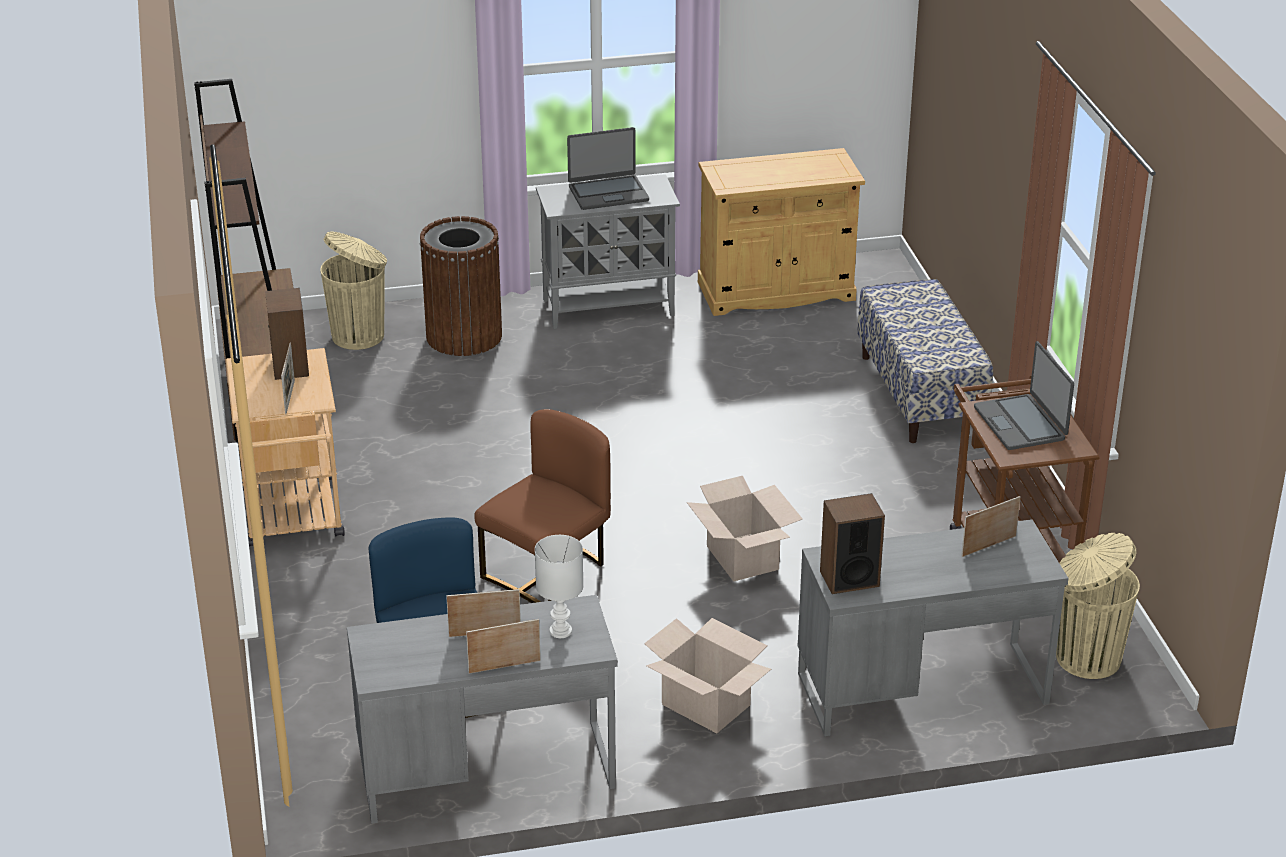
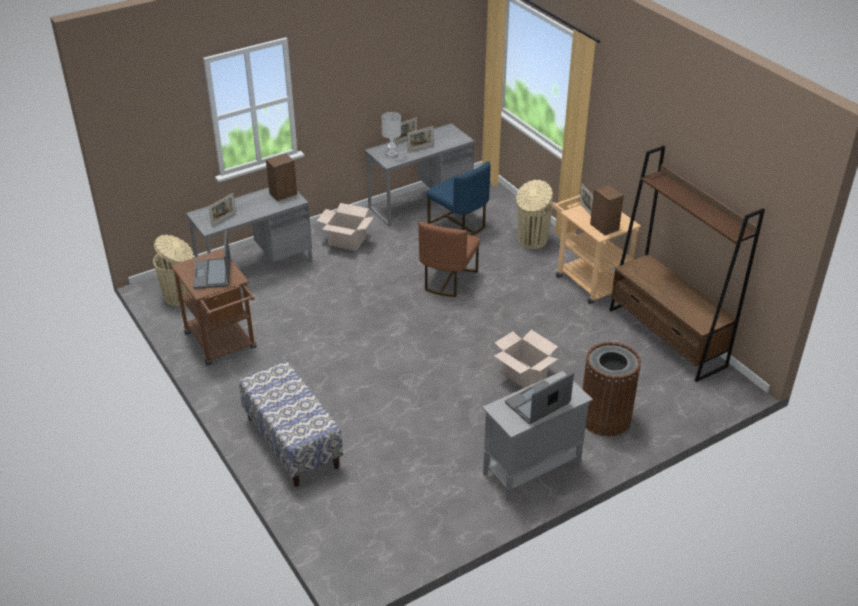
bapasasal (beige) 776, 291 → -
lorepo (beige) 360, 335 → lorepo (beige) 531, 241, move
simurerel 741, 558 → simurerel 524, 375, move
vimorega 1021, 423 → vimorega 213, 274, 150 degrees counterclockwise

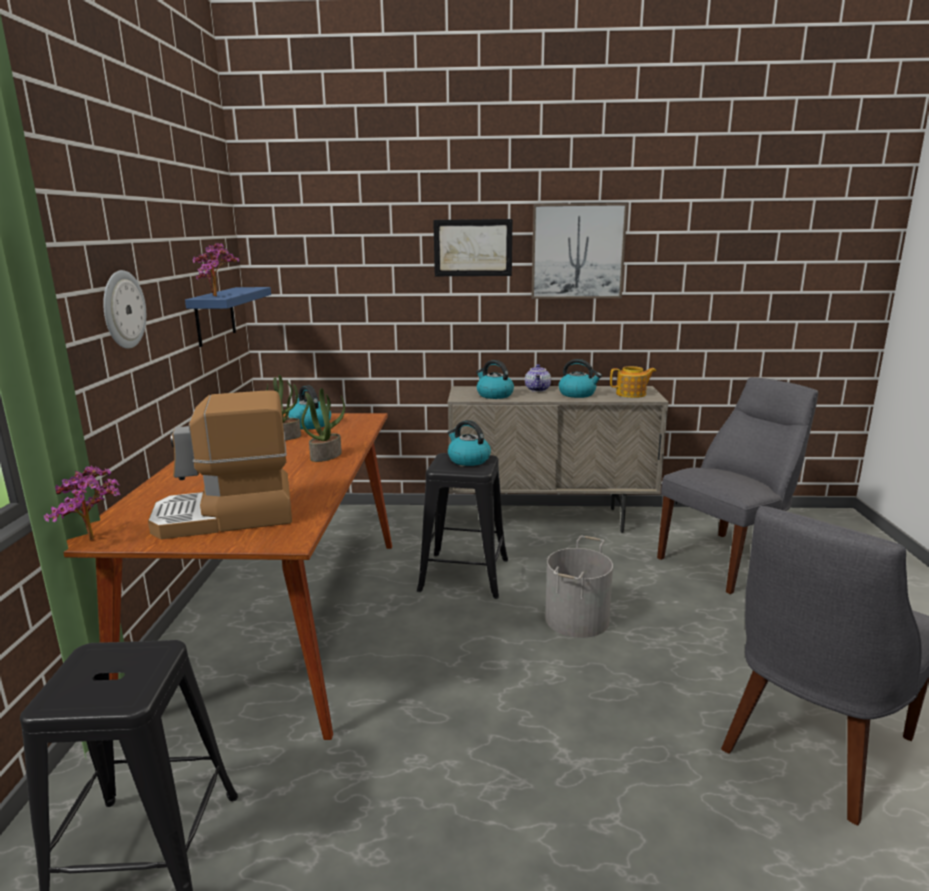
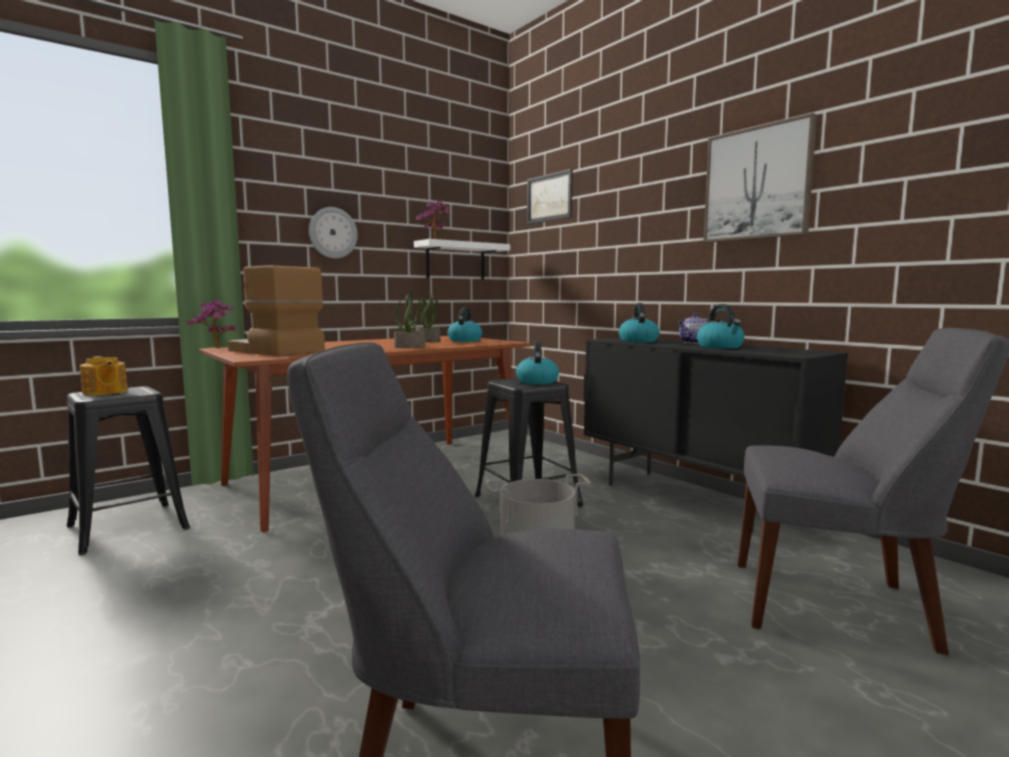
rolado 473, 248 → rolado 549, 197, move
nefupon 631, 394 → nefupon 105, 392, move
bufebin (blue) 215, 316 → bufebin (white) 455, 261
bapasasal (beige) 550, 520 → bapasasal (black) 693, 499

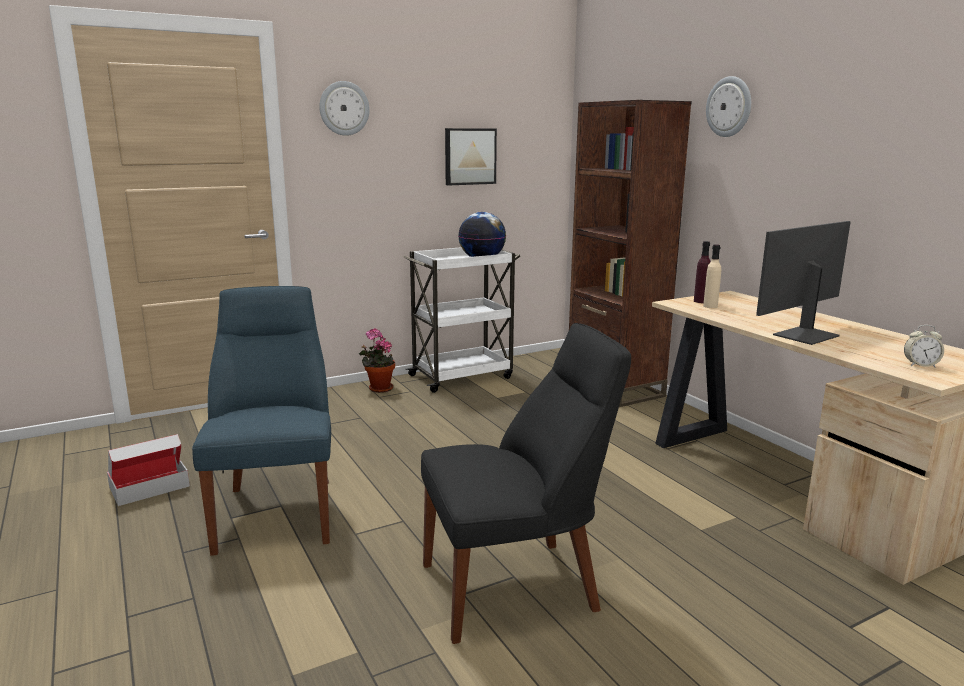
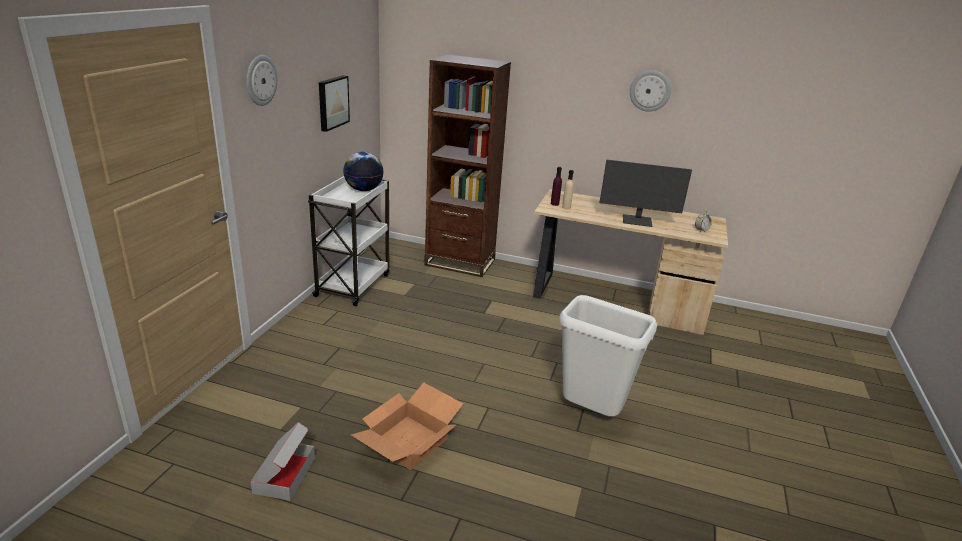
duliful 378, 389 → -
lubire 729, 107 → lubire 650, 91, move
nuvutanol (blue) 278, 511 → simurerel 408, 440
nuvutanol (black) 517, 586 → lorepo (white) 591, 413
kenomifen 804, 335 → kenomifen 637, 221, 90 degrees counterclockwise

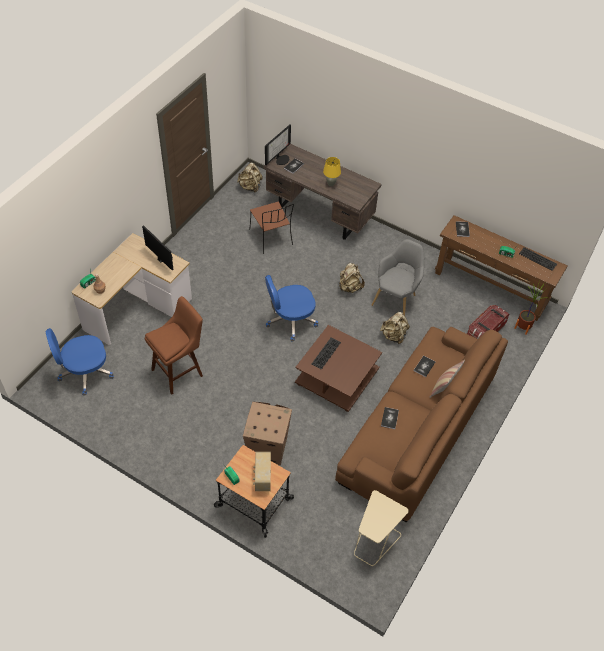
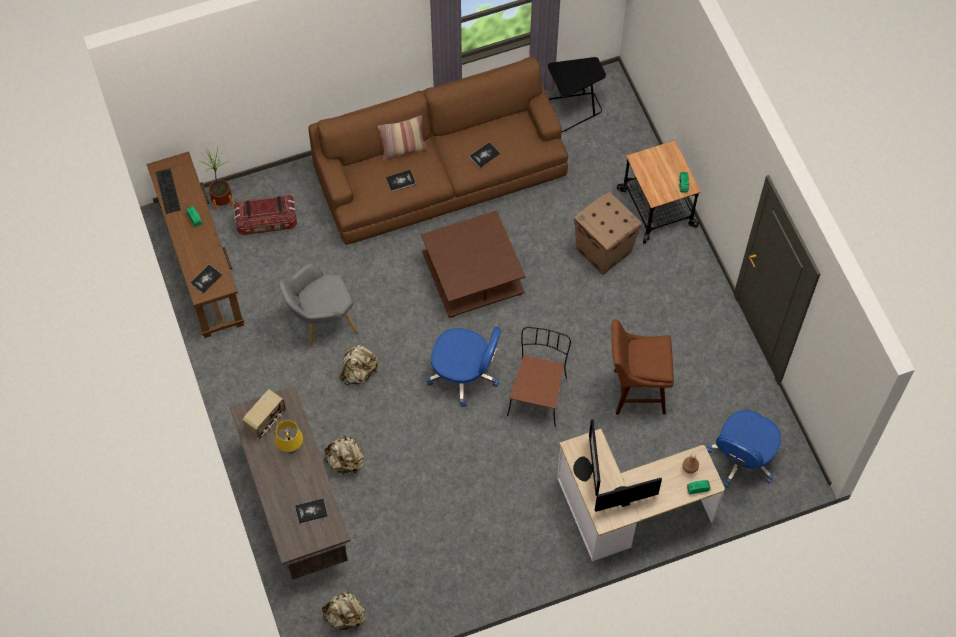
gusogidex 325, 352 → -
nuvutanol (brown) 271, 238 → nuvutanol (brown) 537, 395, move
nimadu 262, 477 → nimadu 266, 420, move
kenomifen 281, 159 → kenomifen 623, 498, move
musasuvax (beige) 393, 335 → musasuvax (beige) 346, 462, move
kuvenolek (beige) 375, 541 → kuvenolek (black) 573, 110
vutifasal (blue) 85, 372 → vutifasal (blue) 742, 458, 105 degrees clockwise

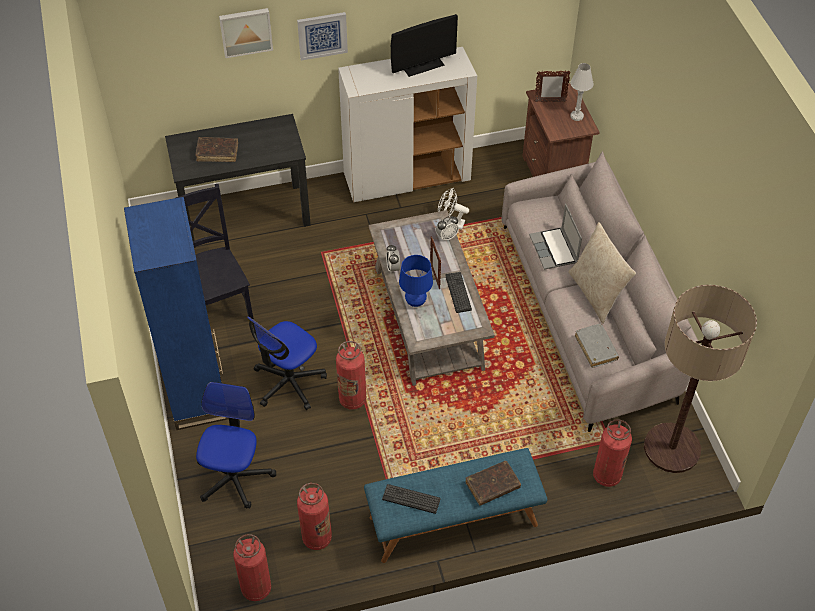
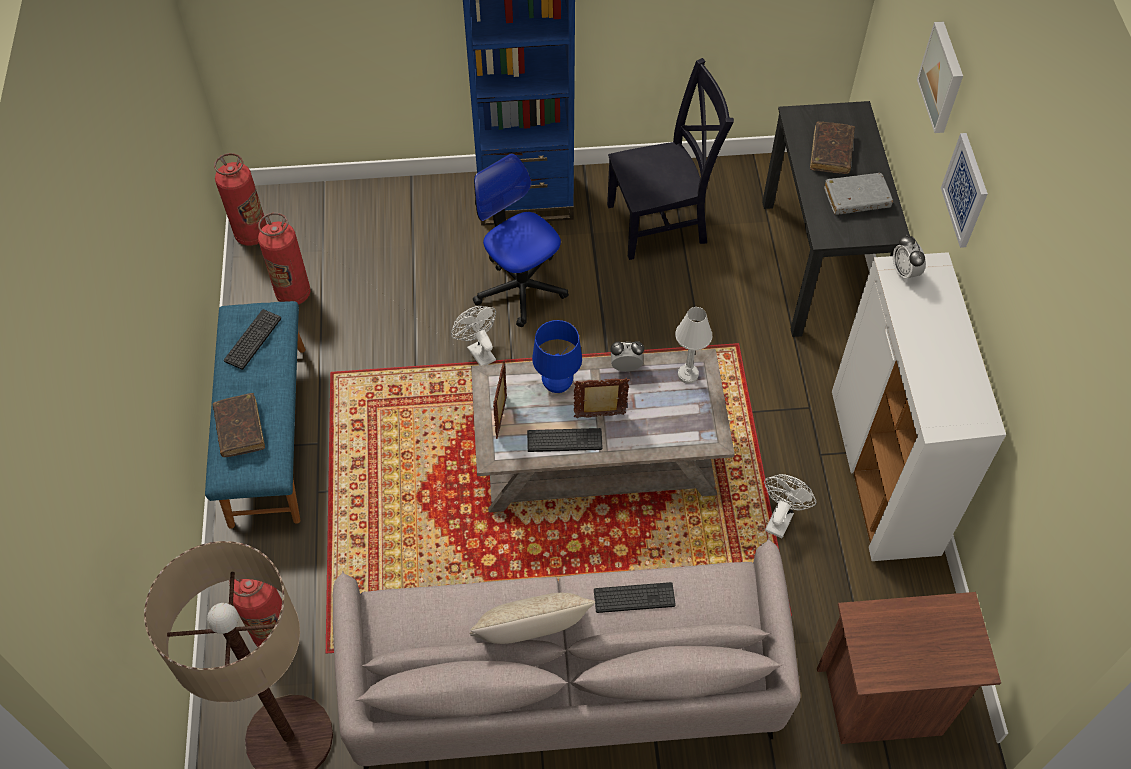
vutifasal 234, 477 → -
kenomifen 422, 65 → -
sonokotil 447, 237 → sonokotil 904, 272, move
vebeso 549, 101 → vebeso 502, 417, move
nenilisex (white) 577, 116 → nenilisex (white) 688, 374, move
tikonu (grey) 596, 348 → tikonu (grey) 856, 199, move
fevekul 352, 399 → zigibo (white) 478, 351
vimorega 554, 250 → gusogidex 634, 598

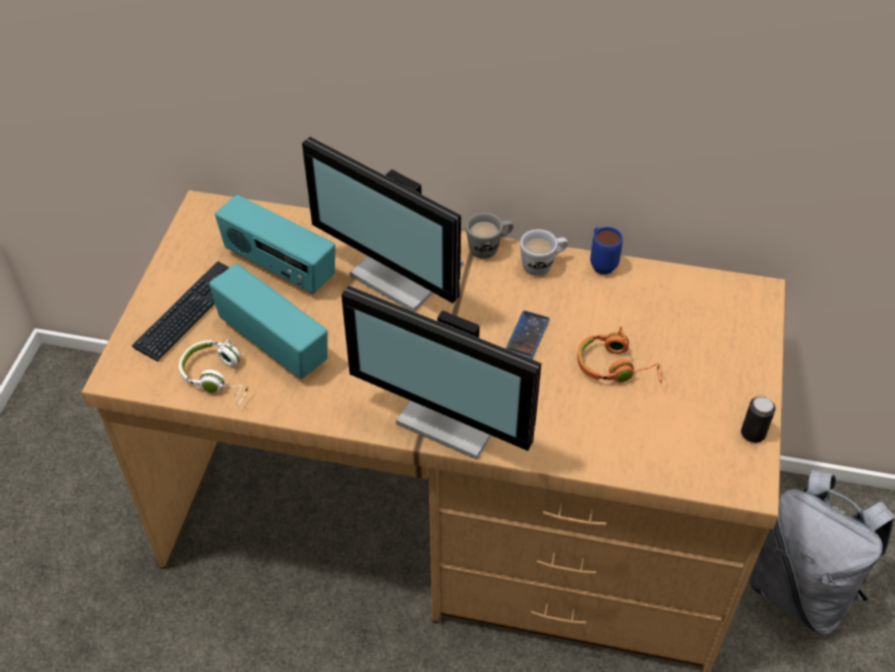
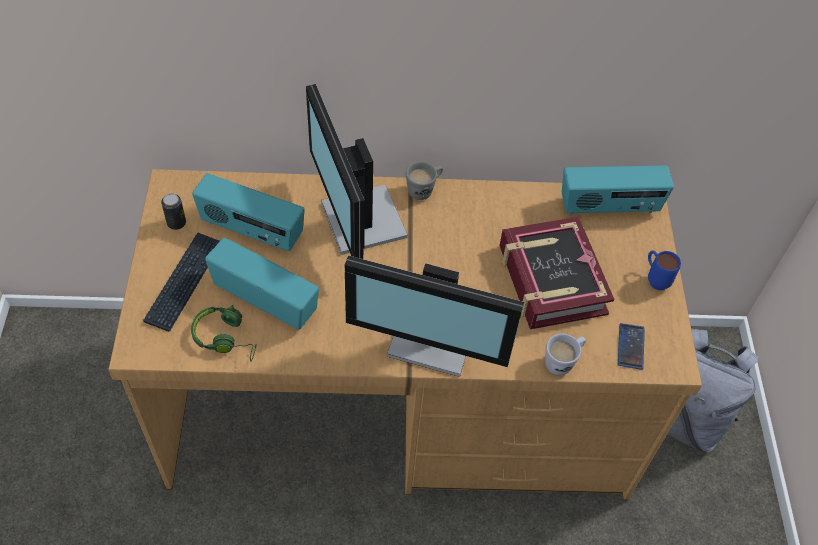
- → nimadu 609, 207
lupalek 527, 335 → lupalek 631, 346, move
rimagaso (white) 543, 265 → rimagaso (white) 563, 361, move
rimagaso (blue) 601, 263 → rimagaso (blue) 655, 279, move
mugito 753, 433 → mugito 176, 223, move
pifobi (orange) 616, 367 → tikonu 551, 280
pifobi (white) 218, 377 → pifobi (green) 226, 338
kenomifen 405, 274 → kenomifen 360, 222, 45 degrees clockwise

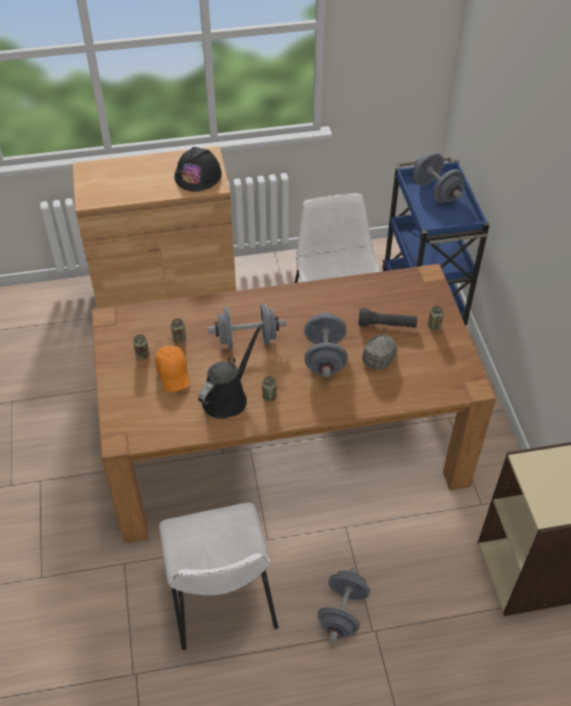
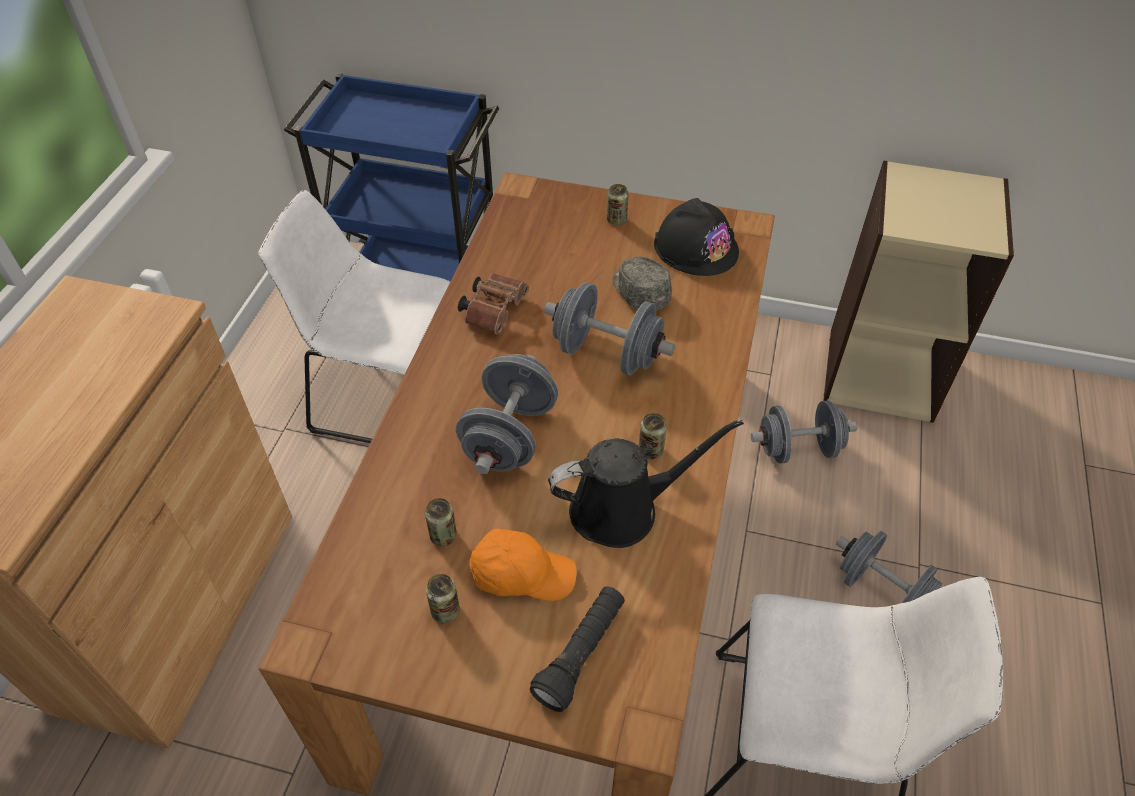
- → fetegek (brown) 495, 310
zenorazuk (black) 198, 175 → zenorazuk (black) 696, 247, move
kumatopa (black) 387, 325 → kumatopa (black) 581, 653, move
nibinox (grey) 436, 191 → nibinox (grey) 798, 449, move
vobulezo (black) 227, 397 → vobulezo (black) 622, 509, 105 degrees clockwise

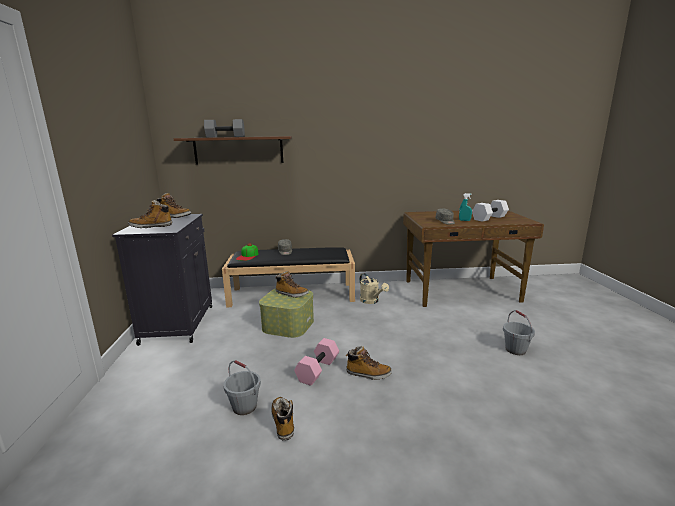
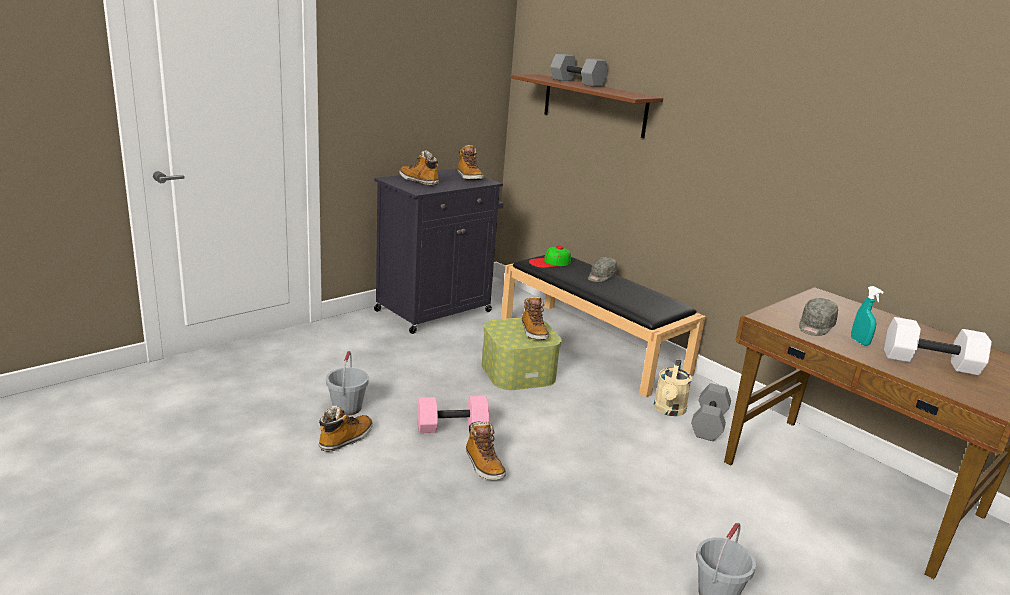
- → nibinox (grey) 710, 424

